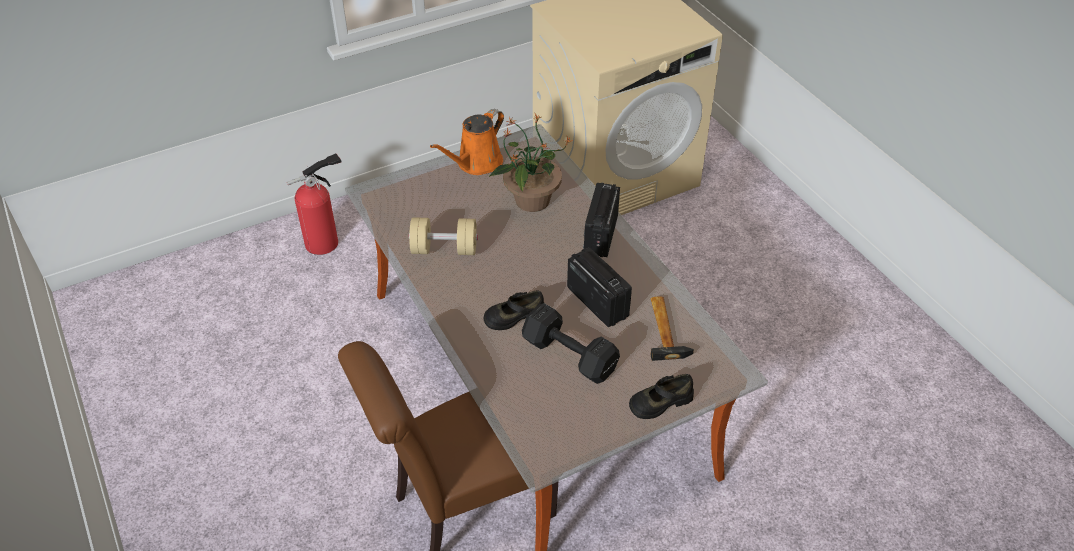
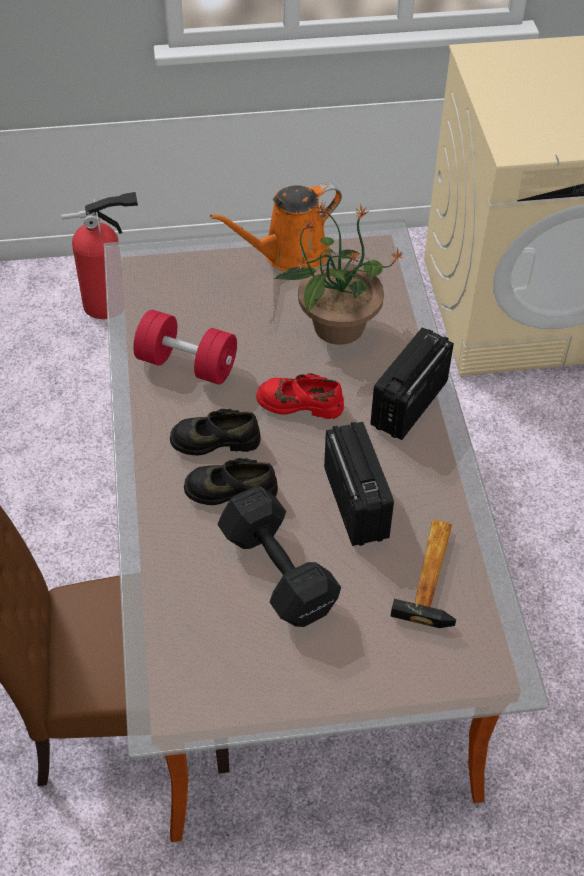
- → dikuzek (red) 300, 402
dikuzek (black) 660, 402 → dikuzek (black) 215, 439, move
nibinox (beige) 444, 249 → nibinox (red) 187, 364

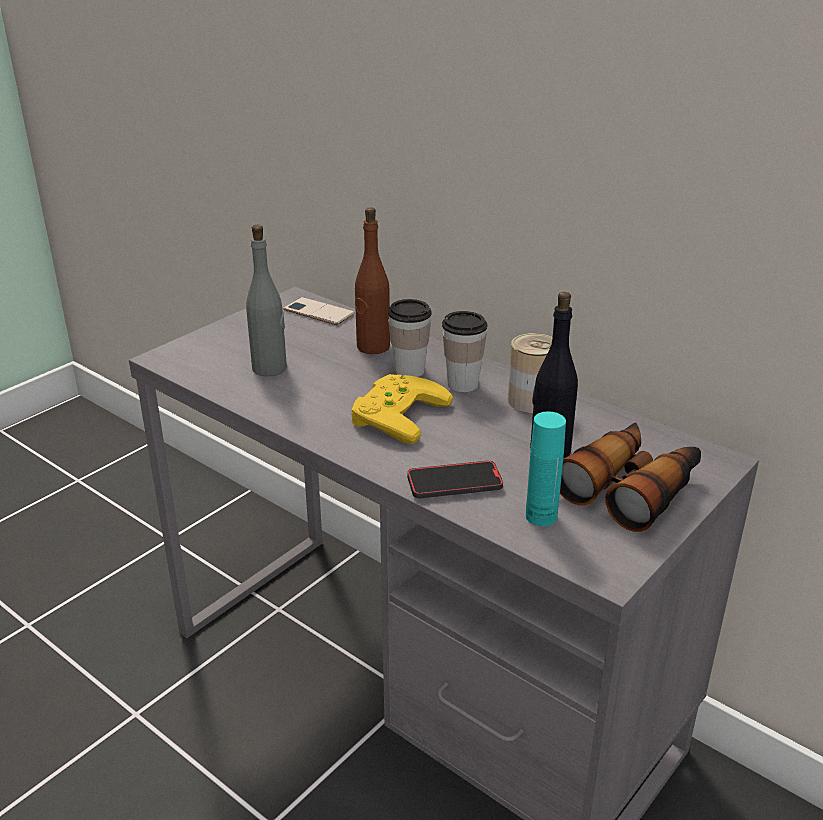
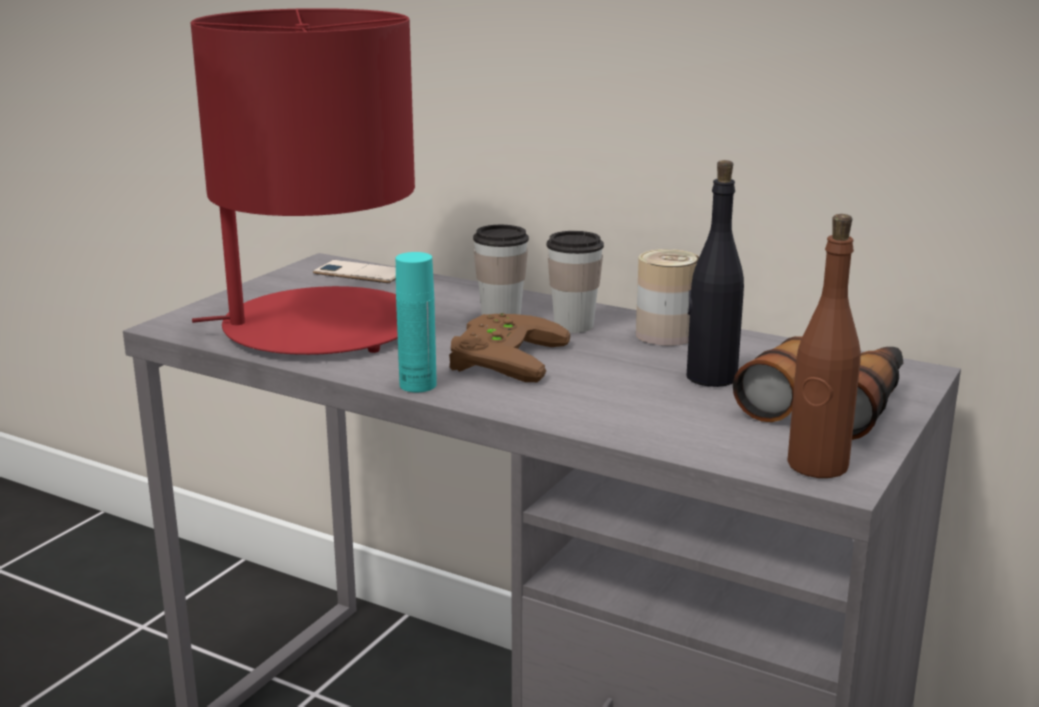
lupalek 454, 483 → -
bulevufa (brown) 373, 347 → bulevufa (brown) 817, 466, move
bulevufa (turquoise) 541, 516 → bulevufa (turquoise) 418, 385, move
bulevufa (grey) 270, 368 → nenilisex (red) 319, 326
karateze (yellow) 394, 413 → karateze (brown) 500, 356

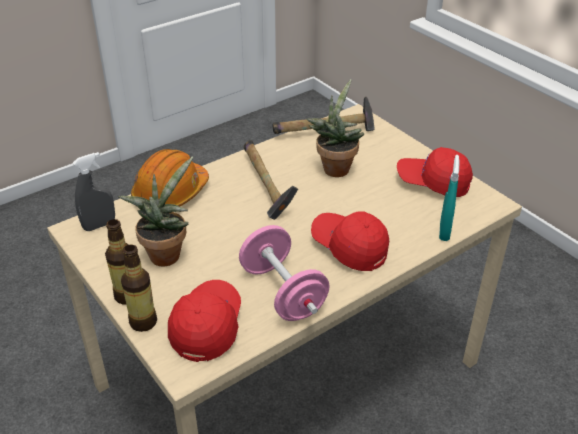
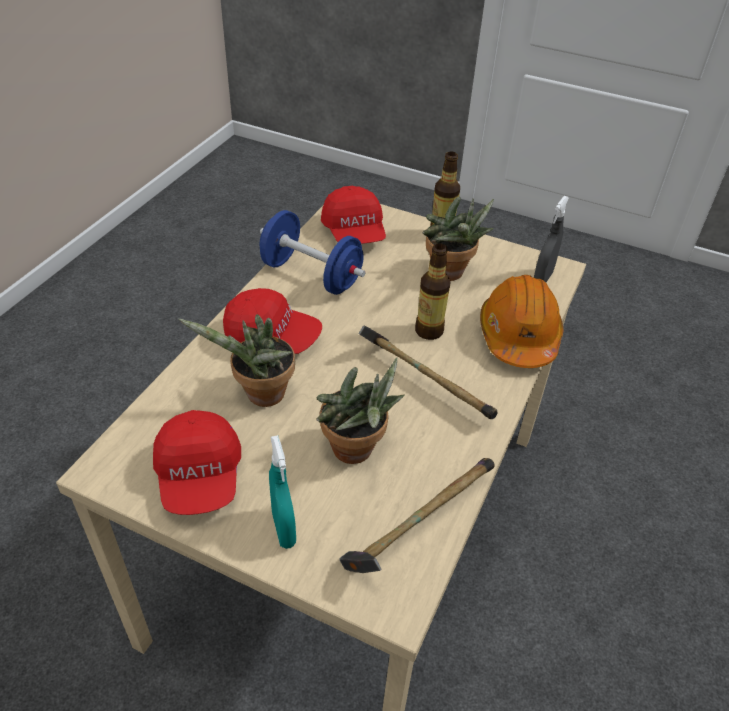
- → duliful 260, 396
bulevufa 143, 322 → bulevufa 429, 331, move
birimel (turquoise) 444, 232 → birimel (turquoise) 283, 529, move
nibinox (pink) 283, 292 → nibinox (blue) 311, 275
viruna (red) 433, 183 → viruna (red) 200, 477, 90 degrees clockwise

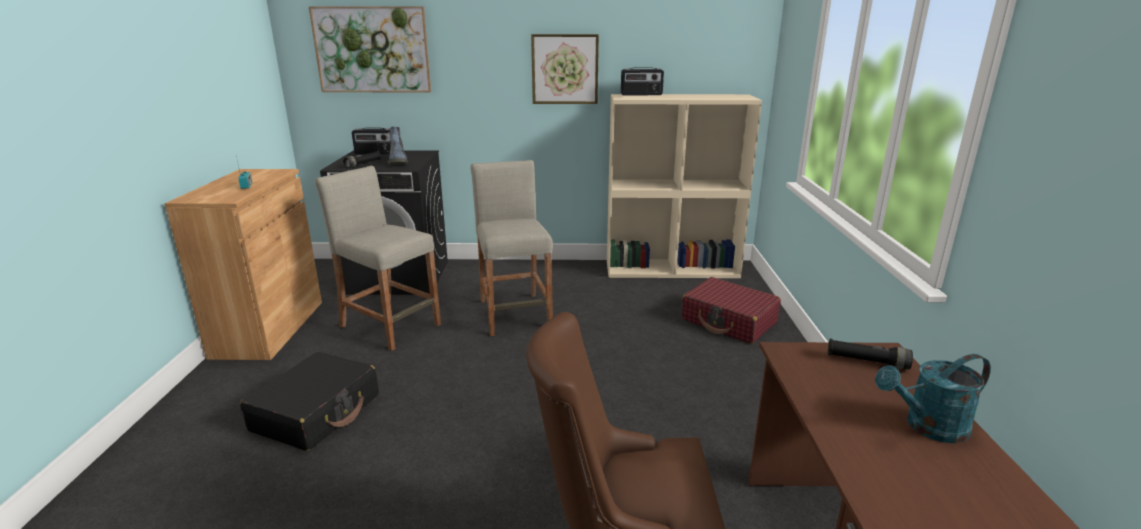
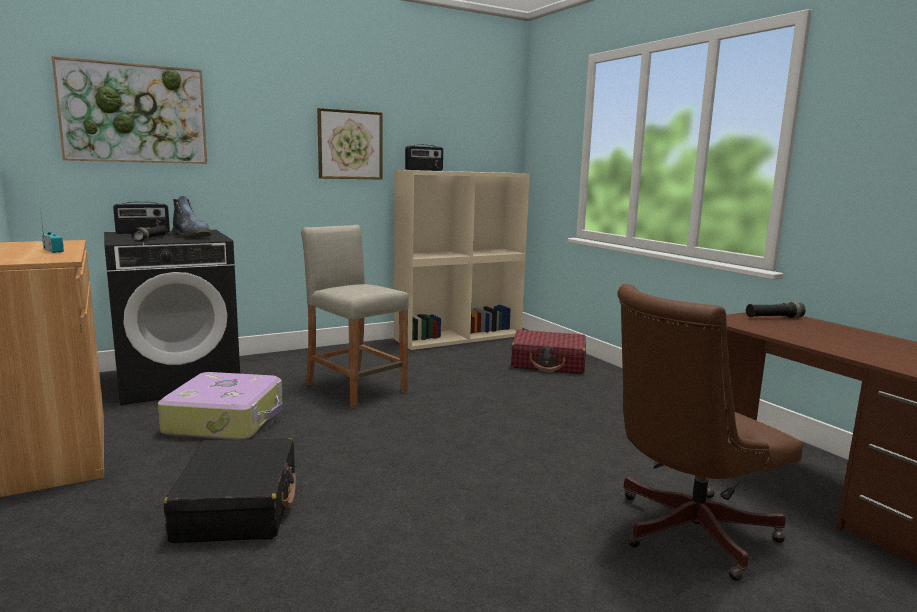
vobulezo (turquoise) 927, 427 → -
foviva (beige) 390, 325 → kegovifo 226, 420

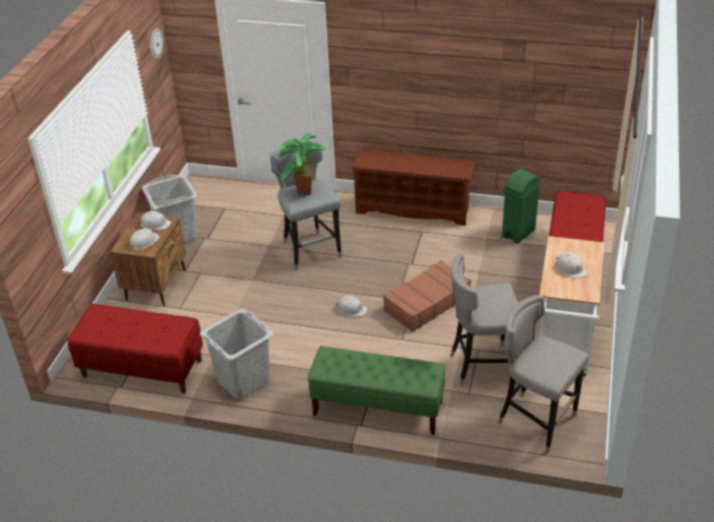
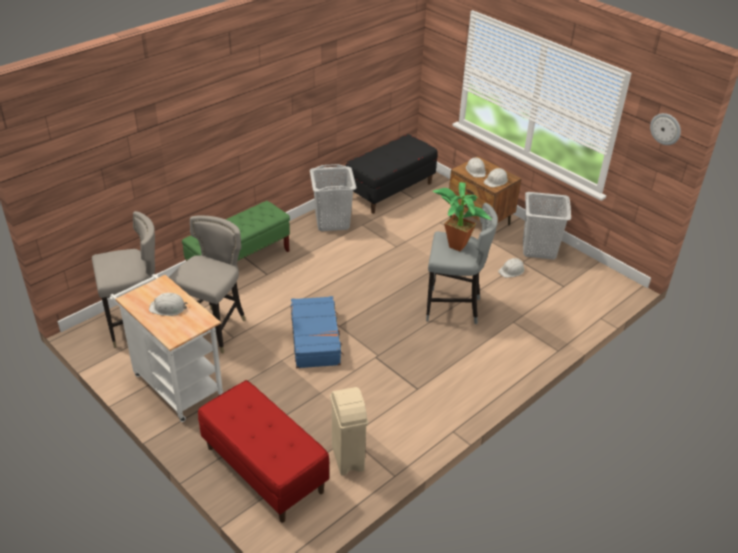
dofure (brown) 413, 209 → -
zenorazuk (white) 351, 309 → zenorazuk (white) 512, 270, move
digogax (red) 142, 368 → digogax (black) 390, 190
kegovifo (brown) 426, 303 → kegovifo (blue) 316, 338
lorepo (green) 519, 233 → lorepo (beige) 347, 458

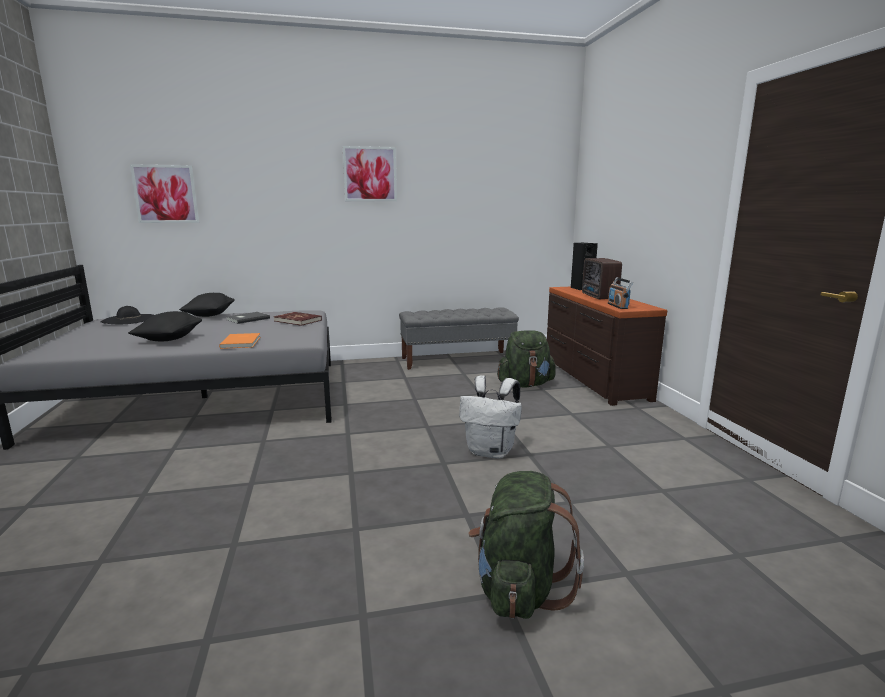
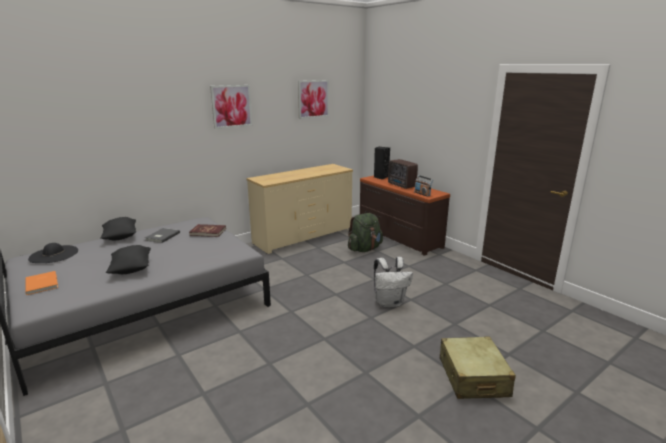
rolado 165, 194 → rolado 313, 99, move
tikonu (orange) 242, 342 → tikonu (orange) 43, 283, move
digogax (grey) 457, 360 → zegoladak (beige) 303, 236
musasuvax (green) 519, 589 → kegovifo (beige) 473, 377

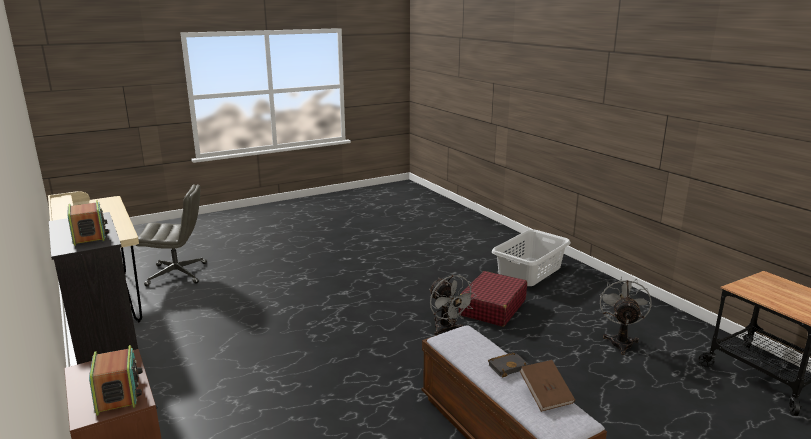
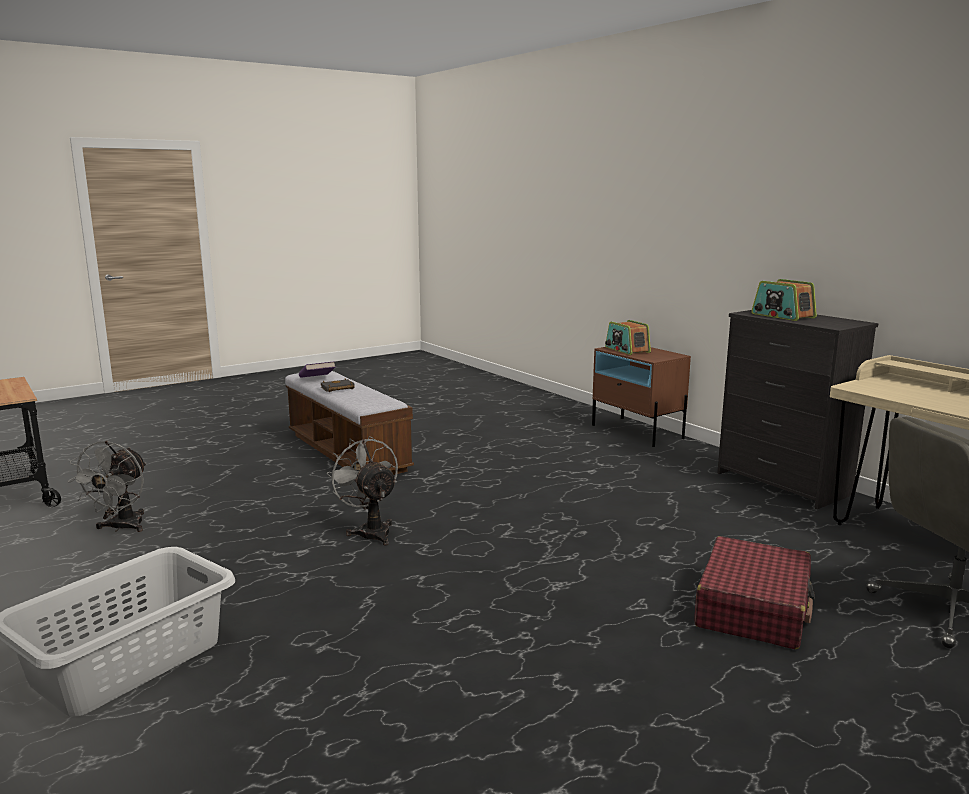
kegovifo (red) 492, 307 → kegovifo (red) 753, 608, move
tikonu (brown) 546, 395 → tikonu (purple) 317, 379

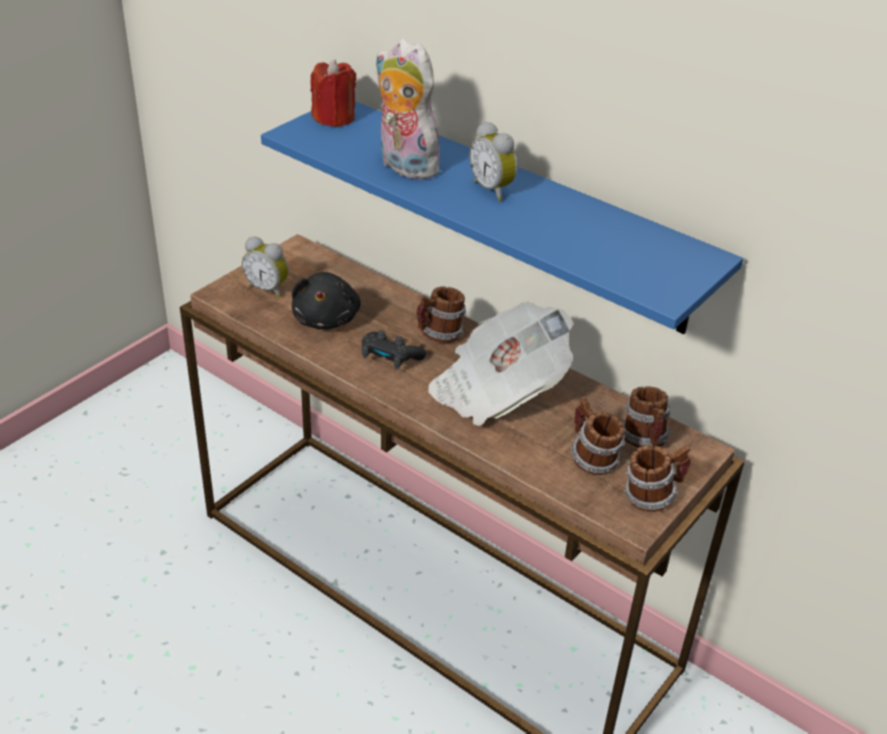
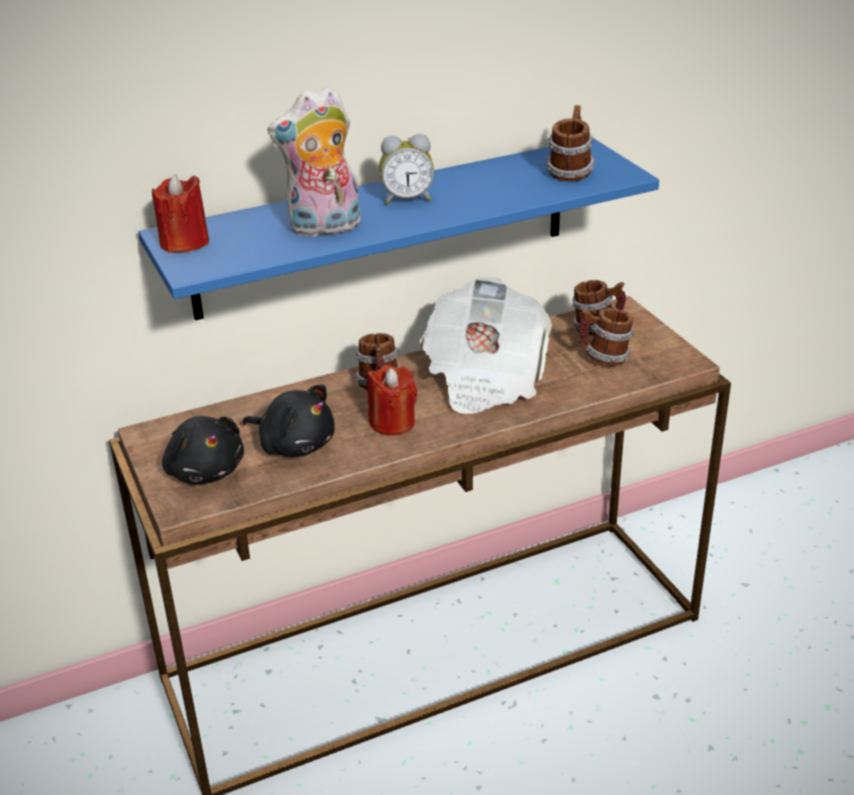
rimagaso 651, 497 → rimagaso 569, 172, move
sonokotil 268, 288 → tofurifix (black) 205, 470
karateze (black) 389, 358 → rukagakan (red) 392, 423

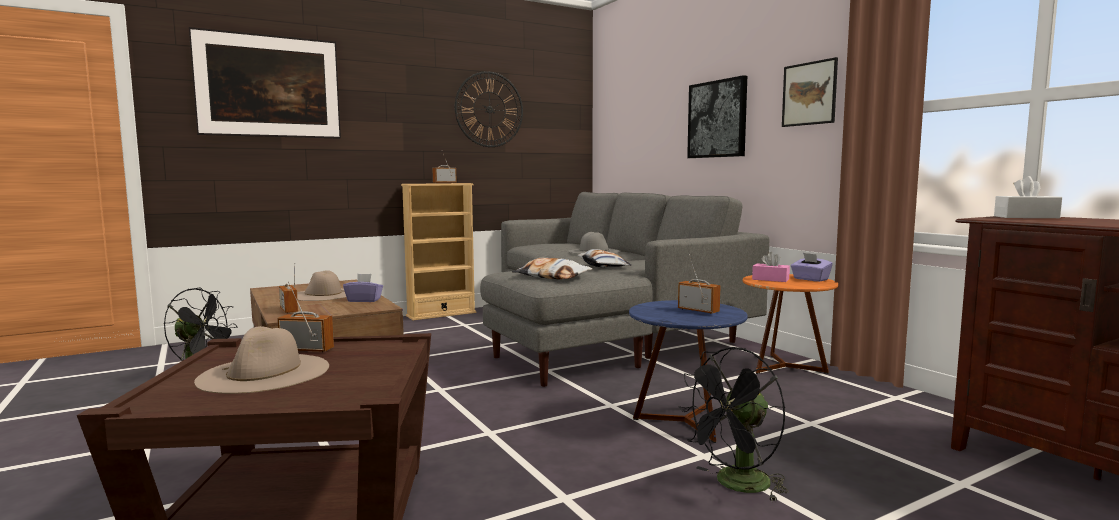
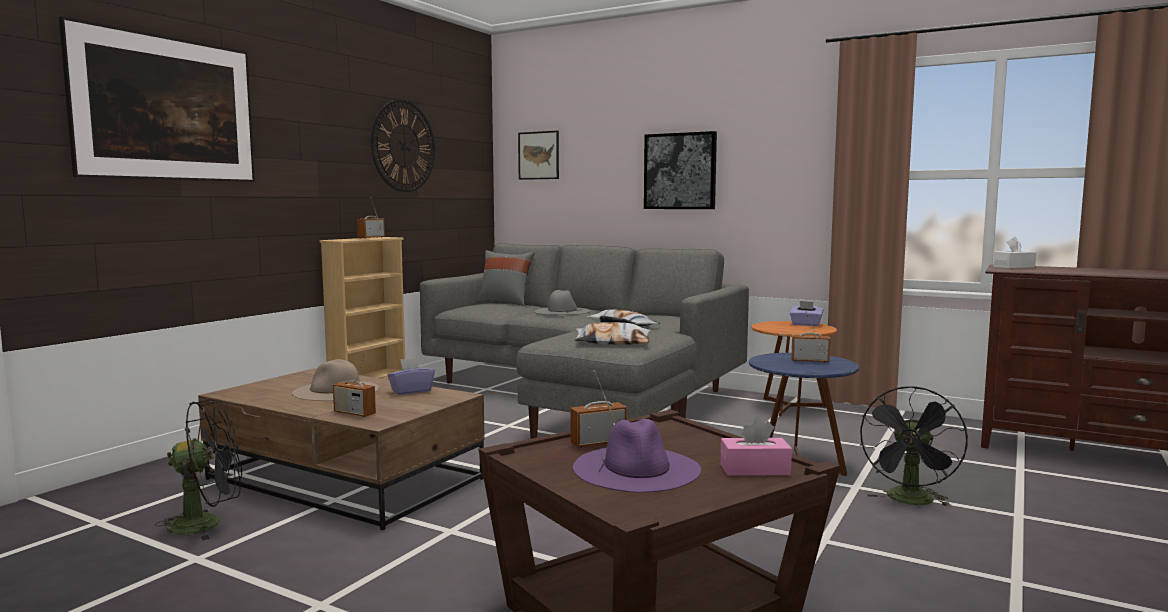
- → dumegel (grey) 505, 303
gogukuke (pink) 770, 279 → gogukuke (pink) 755, 469, move
rolado 809, 93 → rolado 538, 155, move
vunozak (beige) 265, 373 → vunozak (purple) 636, 468

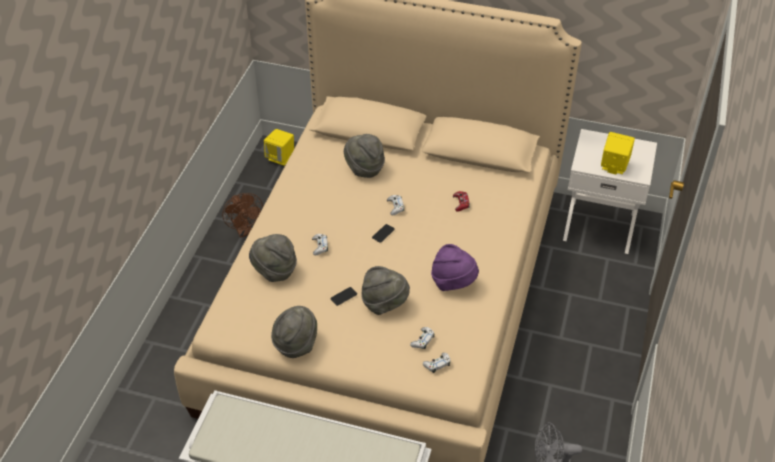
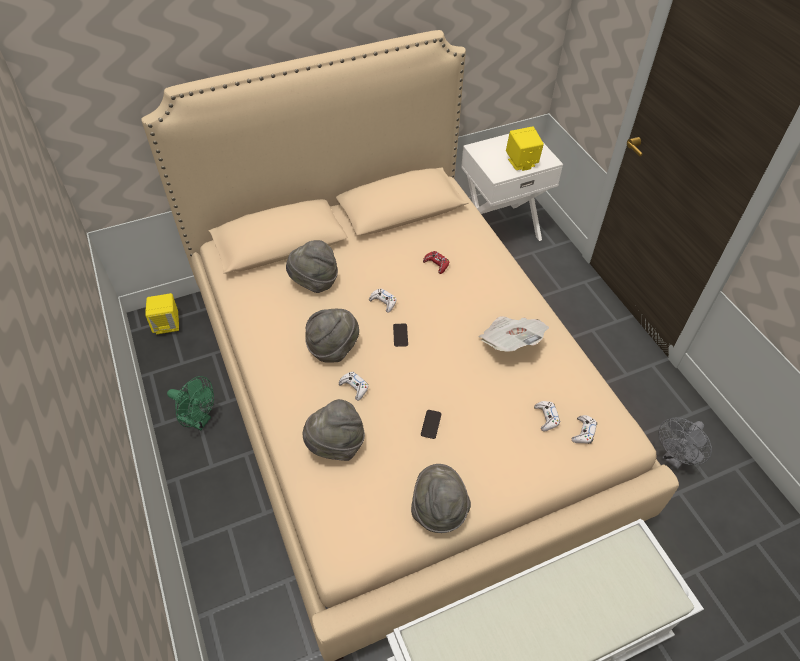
vunozak (grey) 384, 303 → vunozak (grey) 333, 348, move
vunozak (purple) 453, 282 → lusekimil 510, 342
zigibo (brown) 244, 231 → zigibo (green) 199, 420

